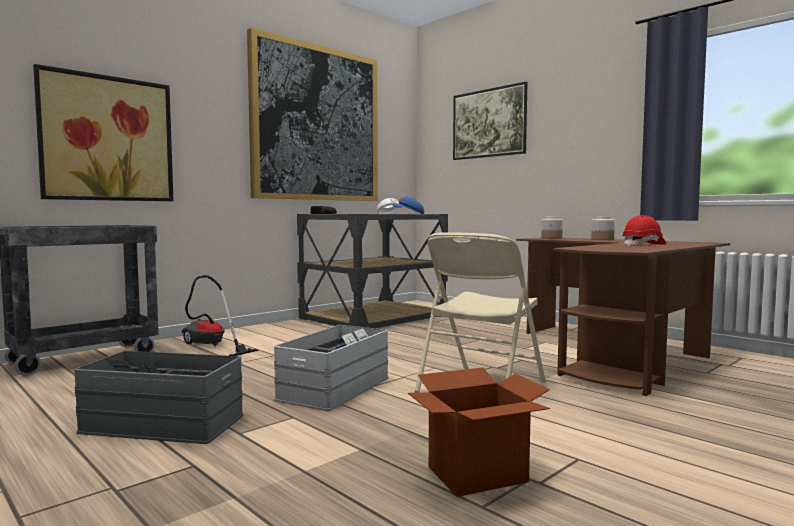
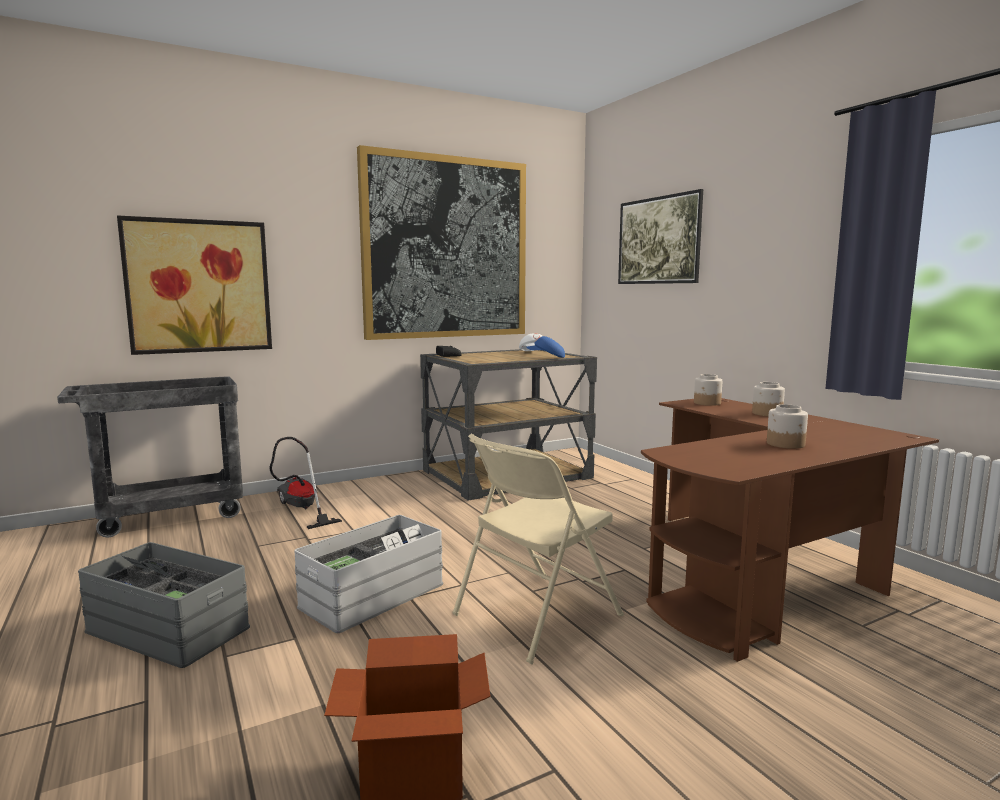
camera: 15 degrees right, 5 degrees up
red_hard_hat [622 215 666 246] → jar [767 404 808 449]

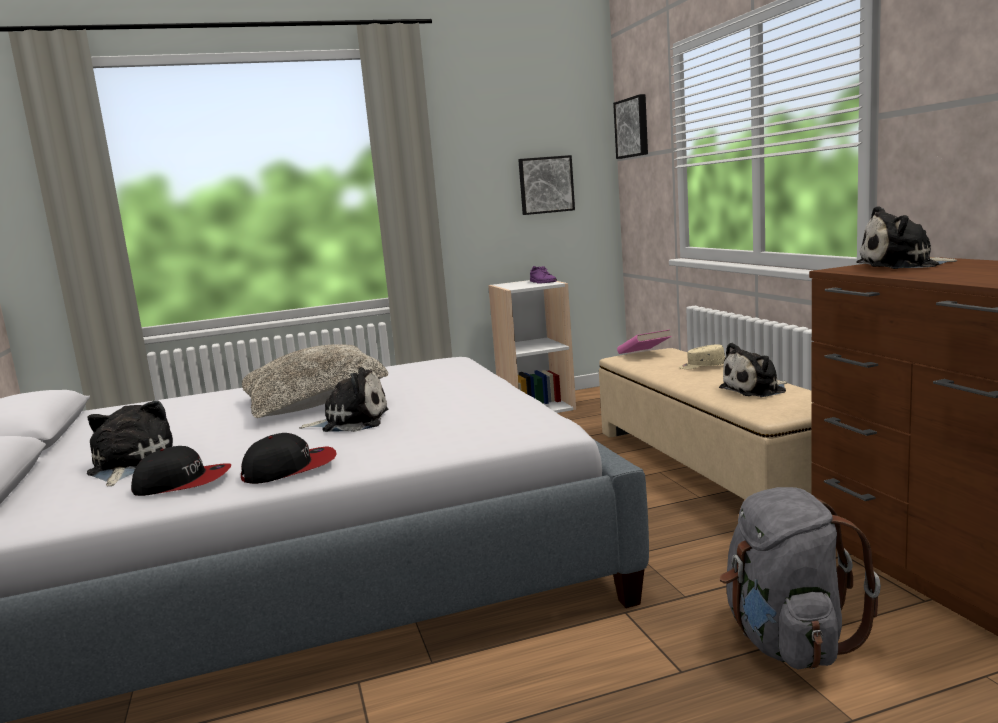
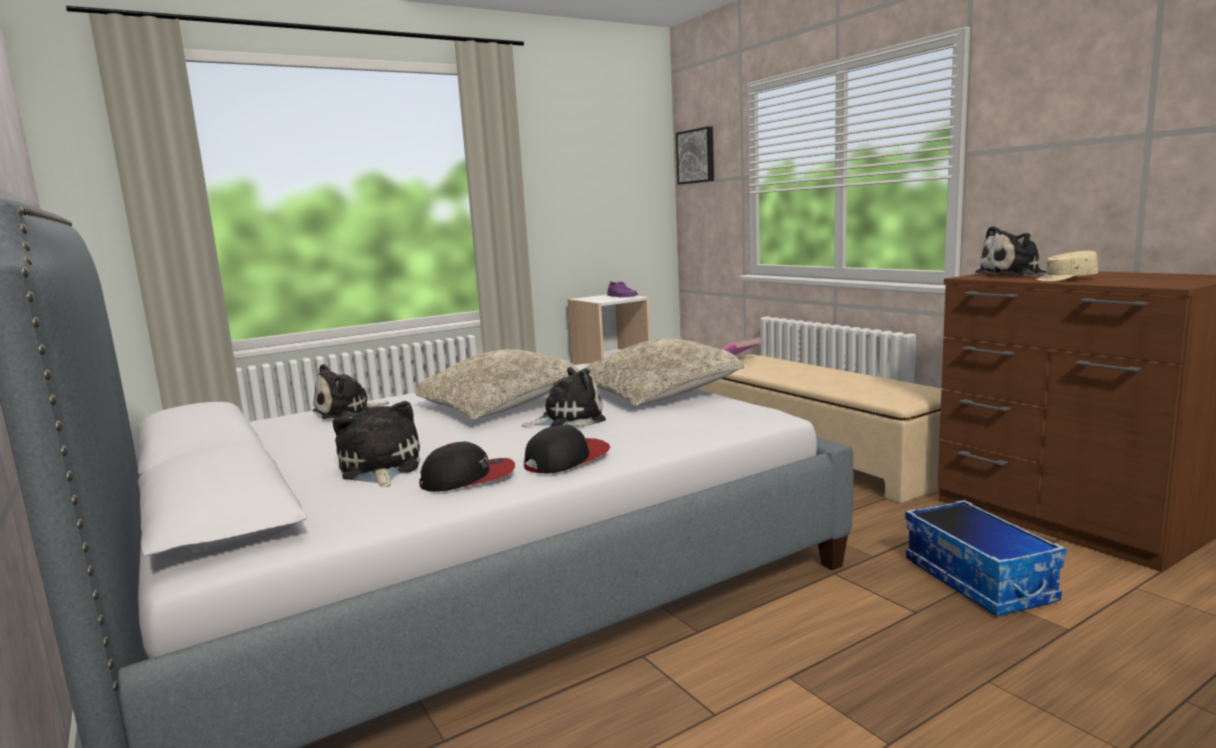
camera: 15 degrees left, 0 degrees up
picture [518 155 575 215] → -
- → beige_pillow [585 338 745 406]
beige_cap [679 344 725 369] → beige_cap [1036 251 1098 282], relocated
plush_toy [719 343 788 397] → plush_toy [312 364 389 419], relocated
grey_backpack [720 487 881 669] → storage_box [905 500 1066 616]

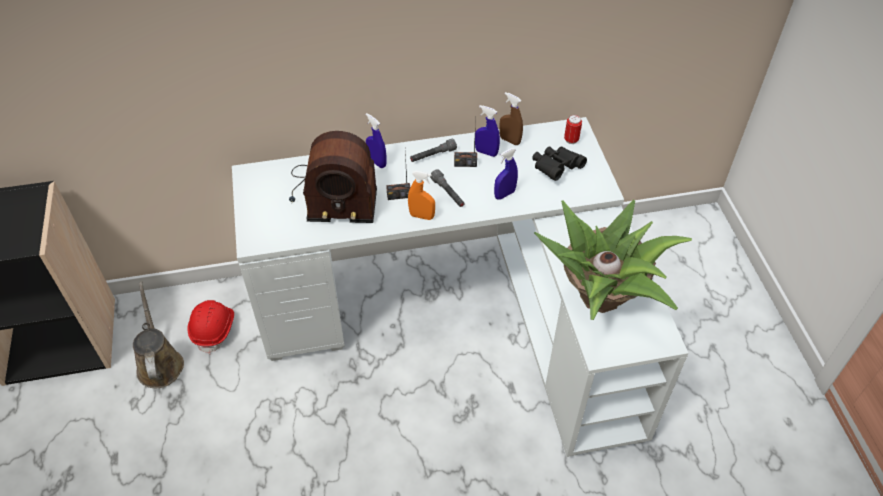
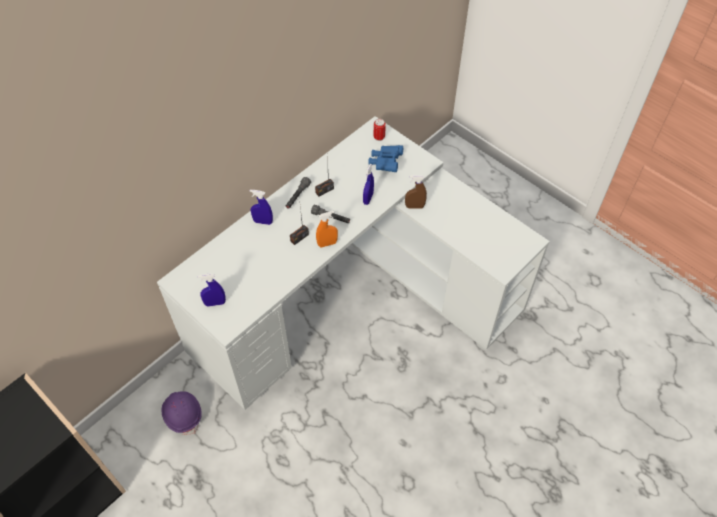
camera: 35 degrees left, 5 degrees up
brown_watering_can [133 282 184 388] → -
radio [289 131 377 223] → -
potted_plant [534 199 692 320] → -
blue_spray_bottle [475 105 500 157] → blue_spray_bottle [198 273 226 307], relocated
brown_spray_bottle [499 92 523 145] → brown_spray_bottle [405 175 427 208], relocated
red_hard_hat [187 300 234 354] → purple_hard_hat [161 391 202 435]
black_binoculars [532 146 587 181] → blue_binoculars [368 145 403 172]

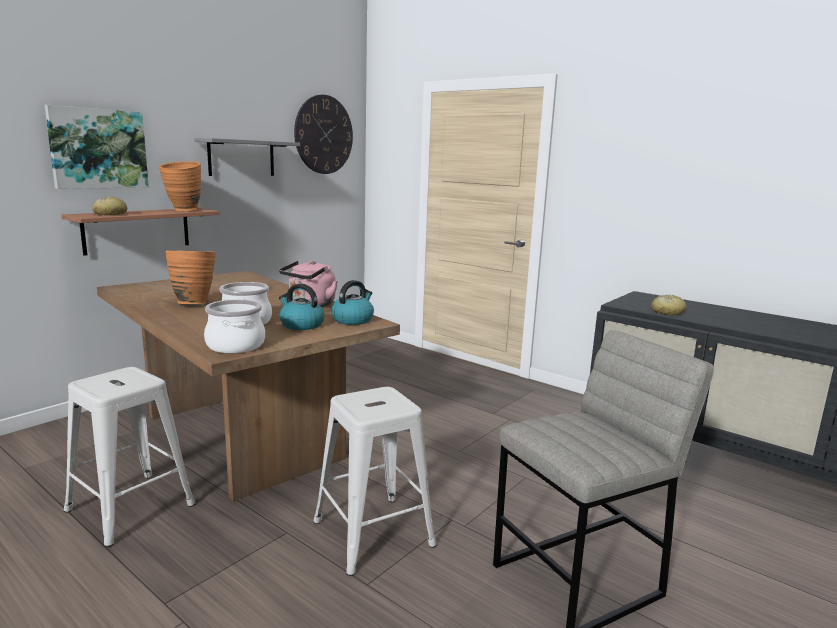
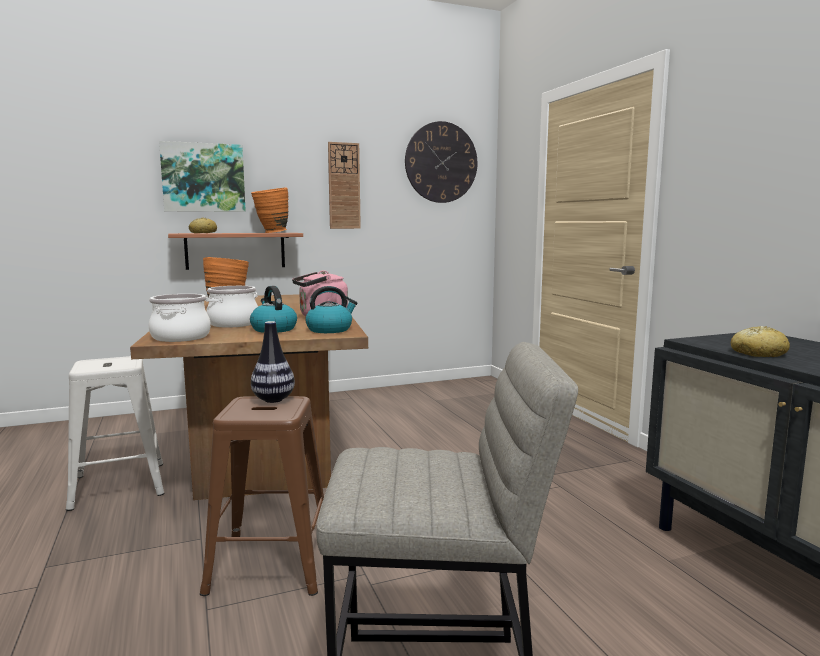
camera: 30 degrees right, 5 degrees down
- → vase [251 321 295 403]
grey_shelf [194 138 300 176] → wall_clock [328 142 361 229]
white_stool [313 387 437 576] → brown_stool [200 396 324 596]

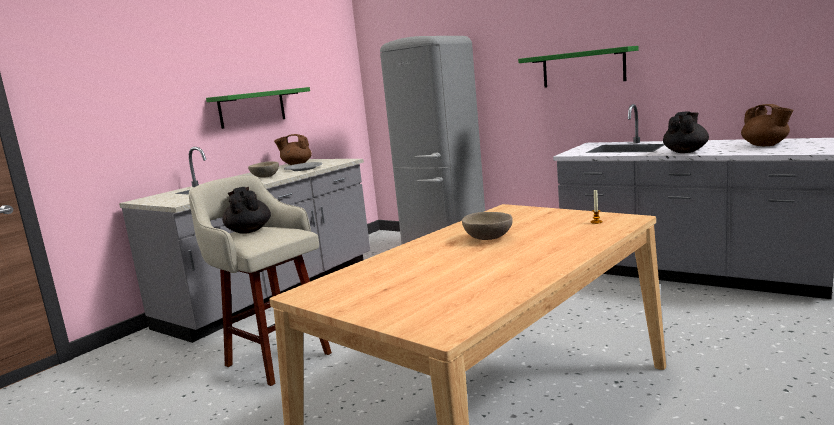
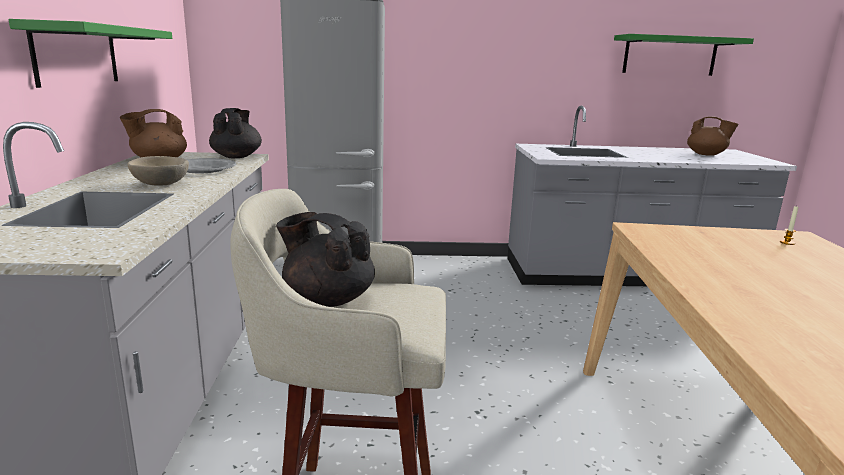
camera: 40 degrees left, 5 degrees up
beige_bowl [462 212 513 240] → -
green_shelf [518 46 639 88] → green_shelf [614 34 754 76], relocated
black_teapot [663 111 709 153] → black_teapot [209 108 262 158], relocated

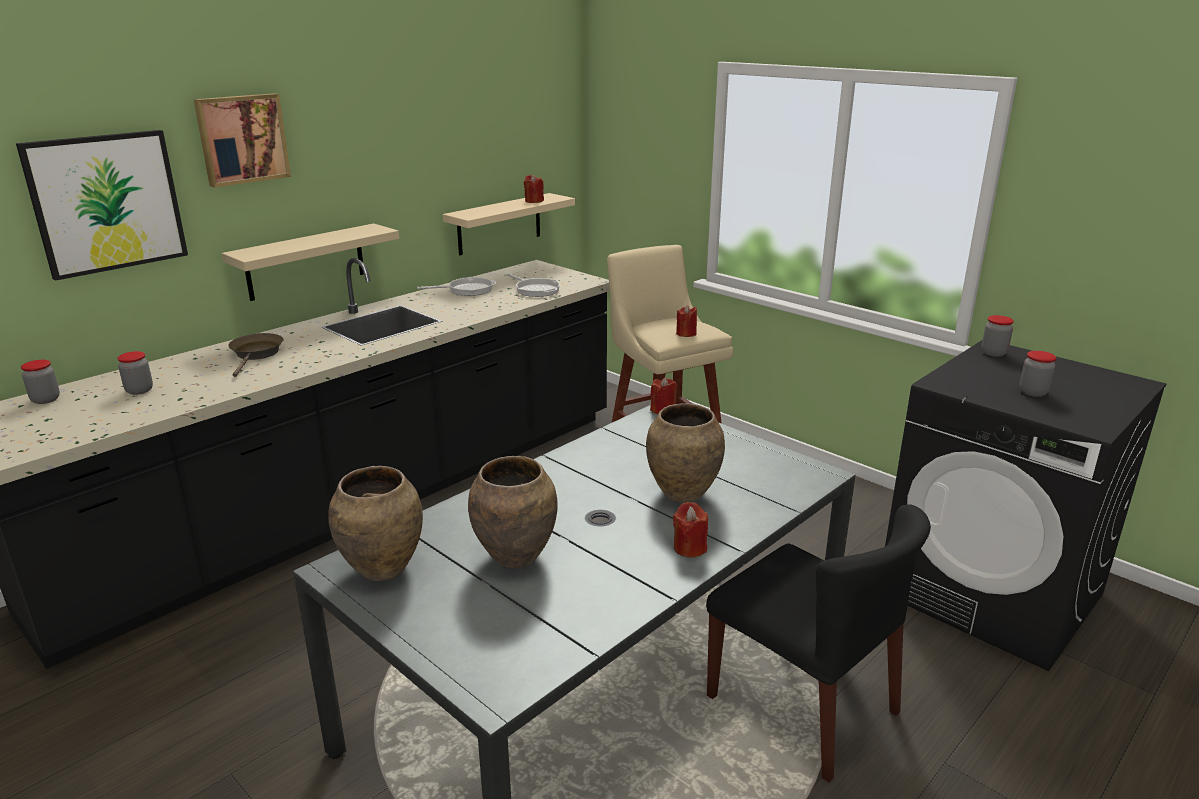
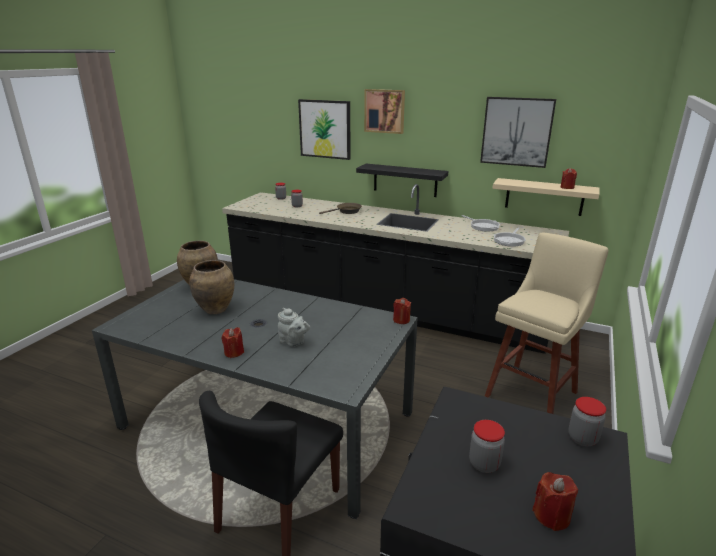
camera: 70 degrees right, 0 degrees up
- → picture [480 97 556 168]
red_candle [676 305 697 337] → red_candle [532 472 578 531], relocated
brown_vase [646 403 725 503] → grey_teapot [278 308 310 347]
beige_shelf [222 223 399 301] → black_shelf [356 164 448 197]

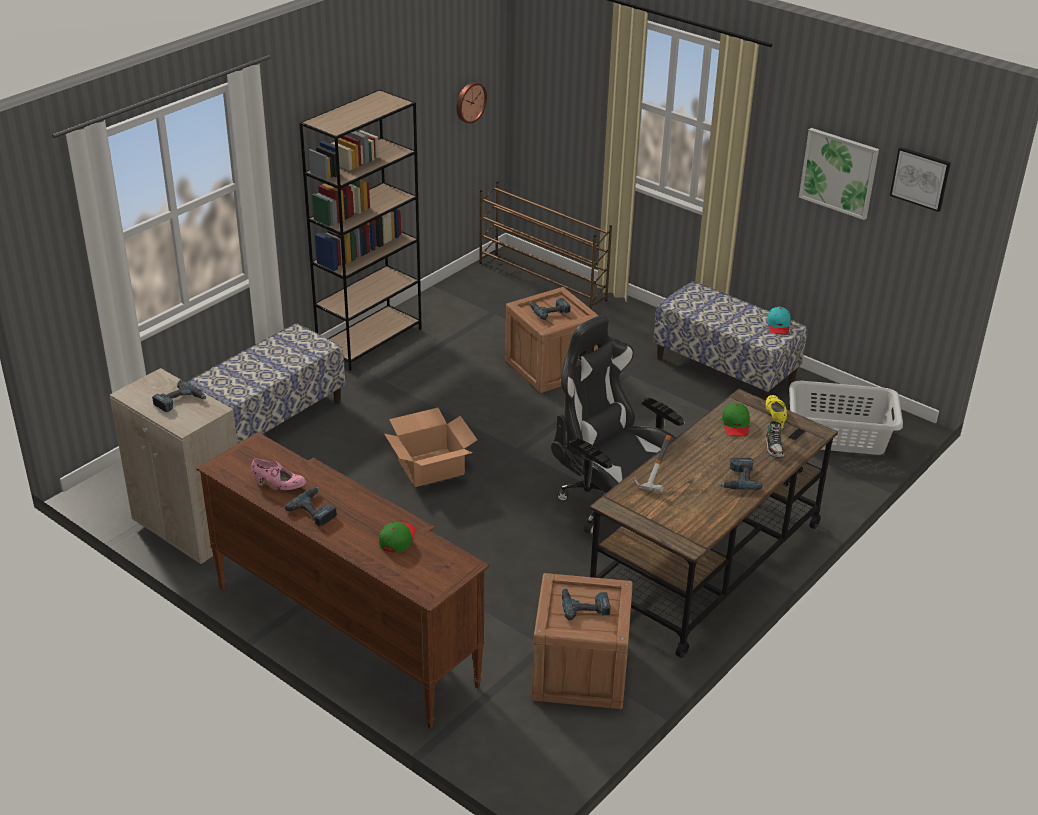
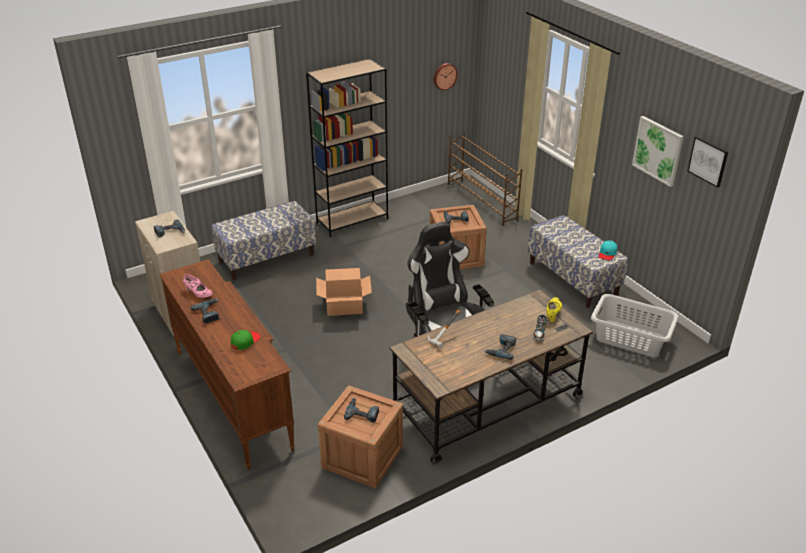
camera: 20 degrees right, 0 degrees up
green_cap [722 402 750 436] → -

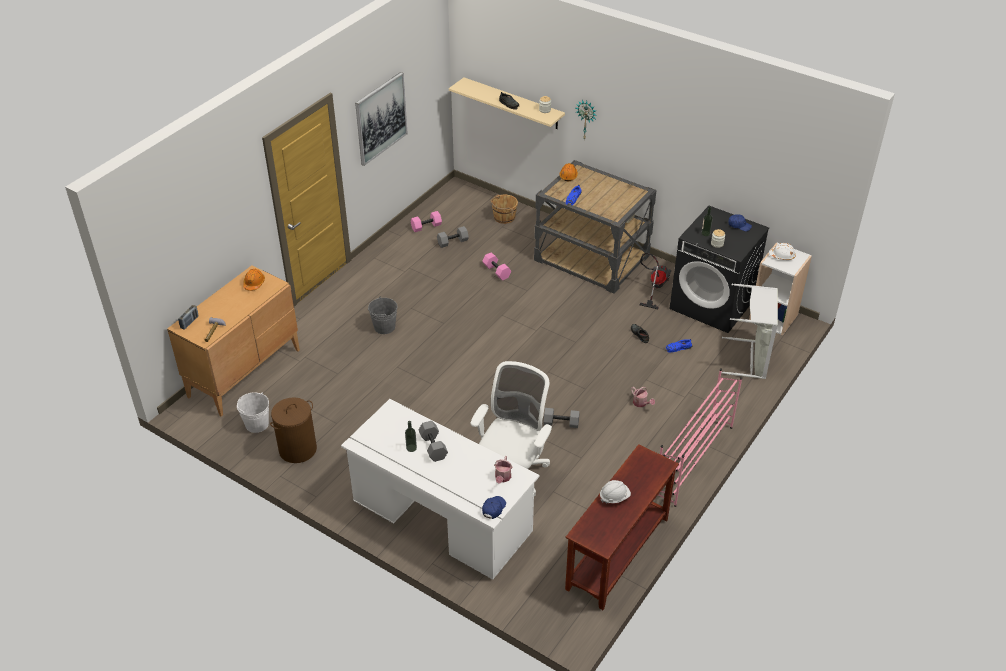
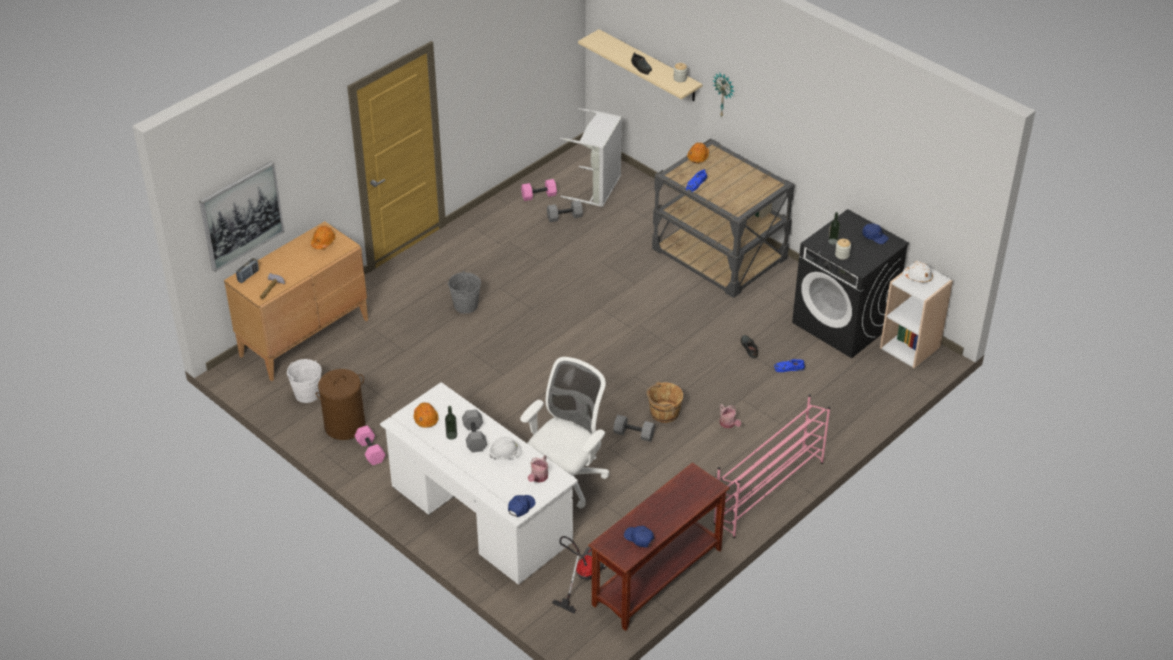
camera: 10 degrees right, 0 degrees up
- → orange_hard_hat [414 402 438 428]
- → blue_cap [624 526 654 548]
picture [355 72 408 166] → picture [199 161 284 272], relocated
pink_dumbbell [482 252 511 281] → pink_dumbbell [354 426 386 465], relocated
brown_bucket [490 194 518 224] → brown_bucket [646 381 683 423], relocated
white_hard_hat [600 480 631 503] → white_hard_hat [489 437 522 460], relocated
vacuum_cleaner [640 253 671 309] → vacuum_cleaner [552 536 607 613], relocated
grey_laundry_basket [721 284 778 379] → grey_laundry_basket [560 108 622 207], relocated

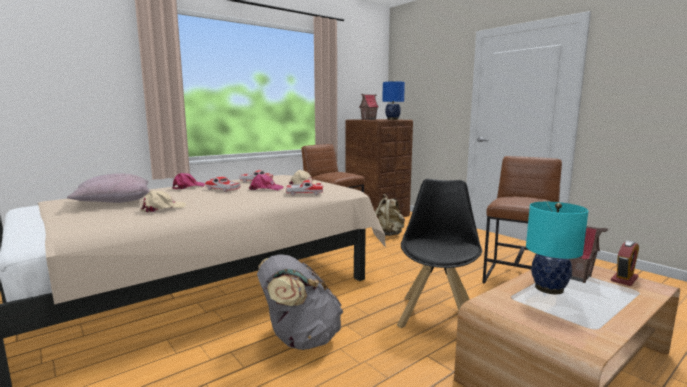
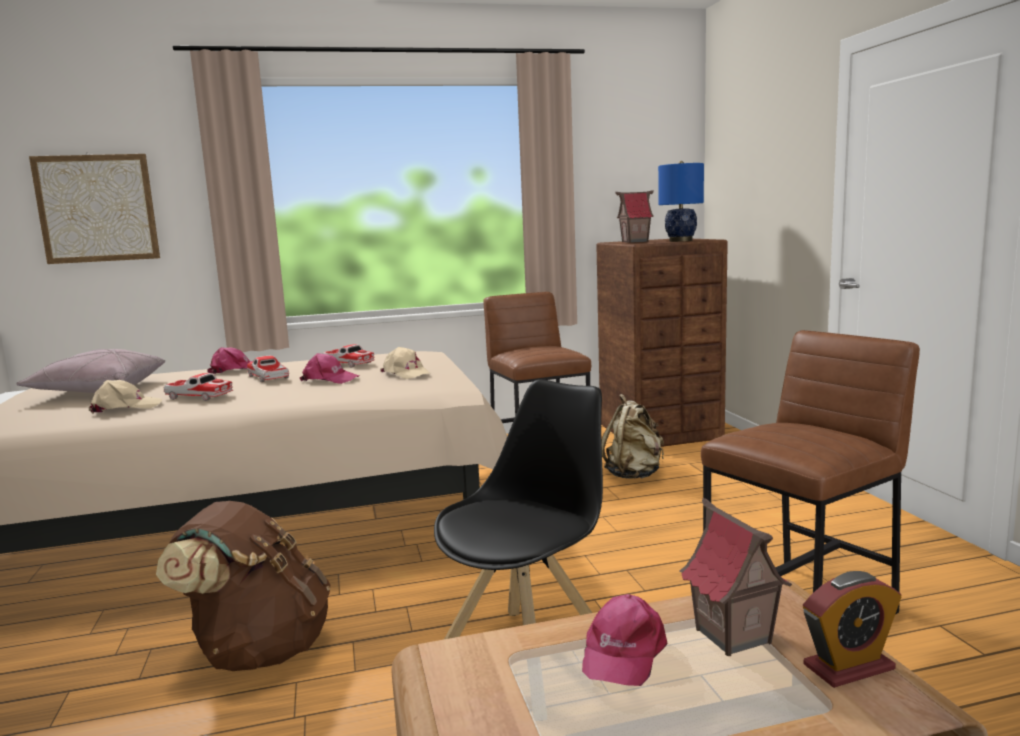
camera: 25 degrees right, 0 degrees up
- → picture [29 152 160 264]
toy_car [286 180 323 196] → toy_car [164 373 233 401], relocated
turquoise_table_lamp [526 202 588 294] → pink_cap [582 594 668 686]
grey_backpack [257 254 343 350] → brown_backpack [156 501 331 671]

